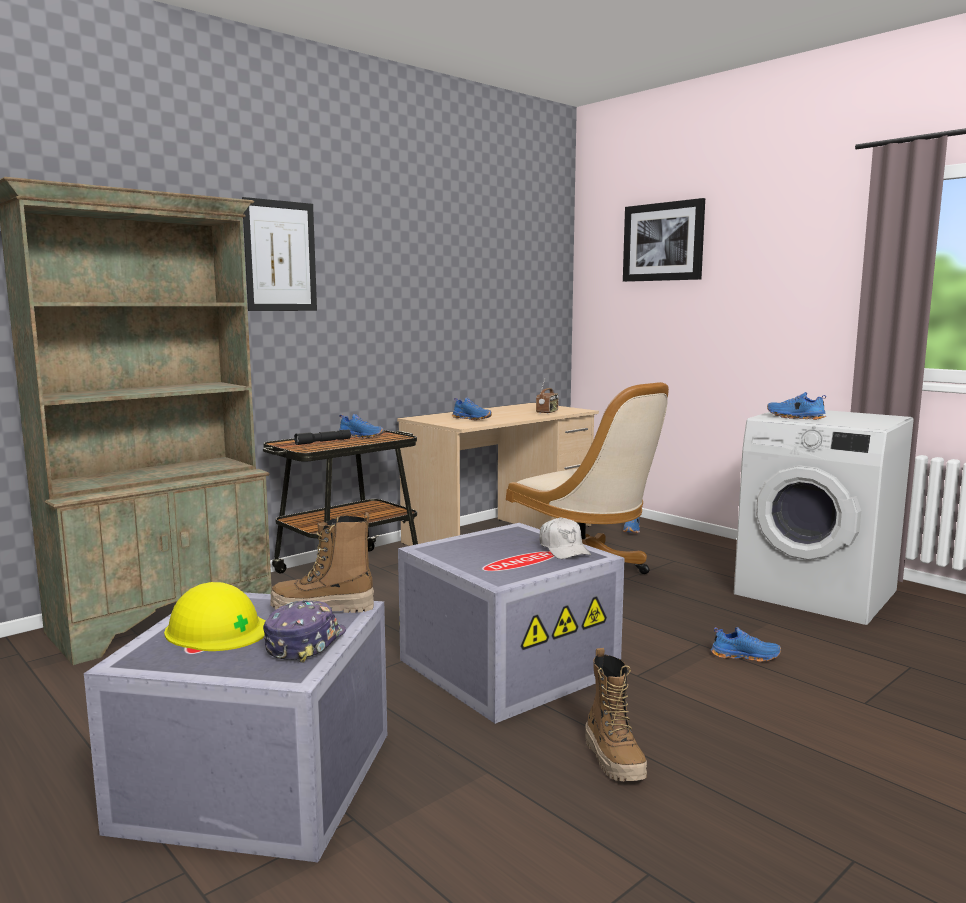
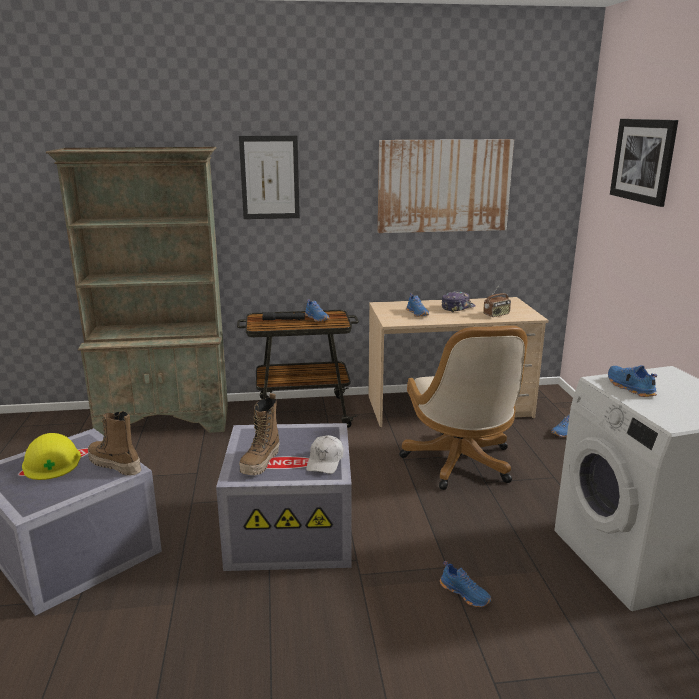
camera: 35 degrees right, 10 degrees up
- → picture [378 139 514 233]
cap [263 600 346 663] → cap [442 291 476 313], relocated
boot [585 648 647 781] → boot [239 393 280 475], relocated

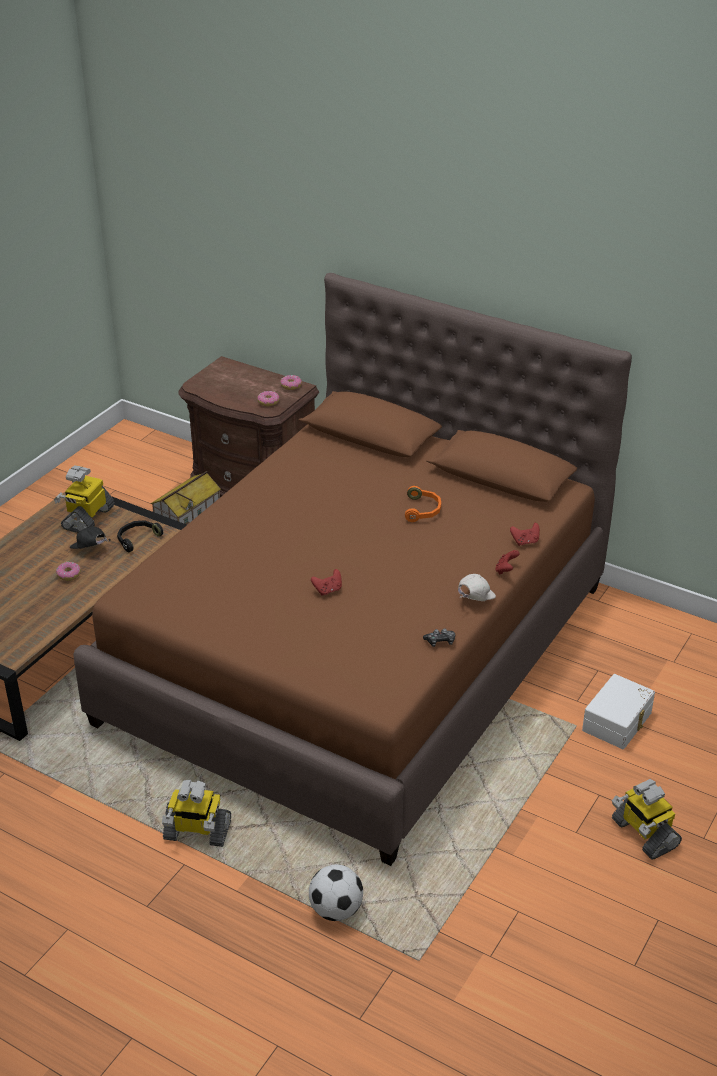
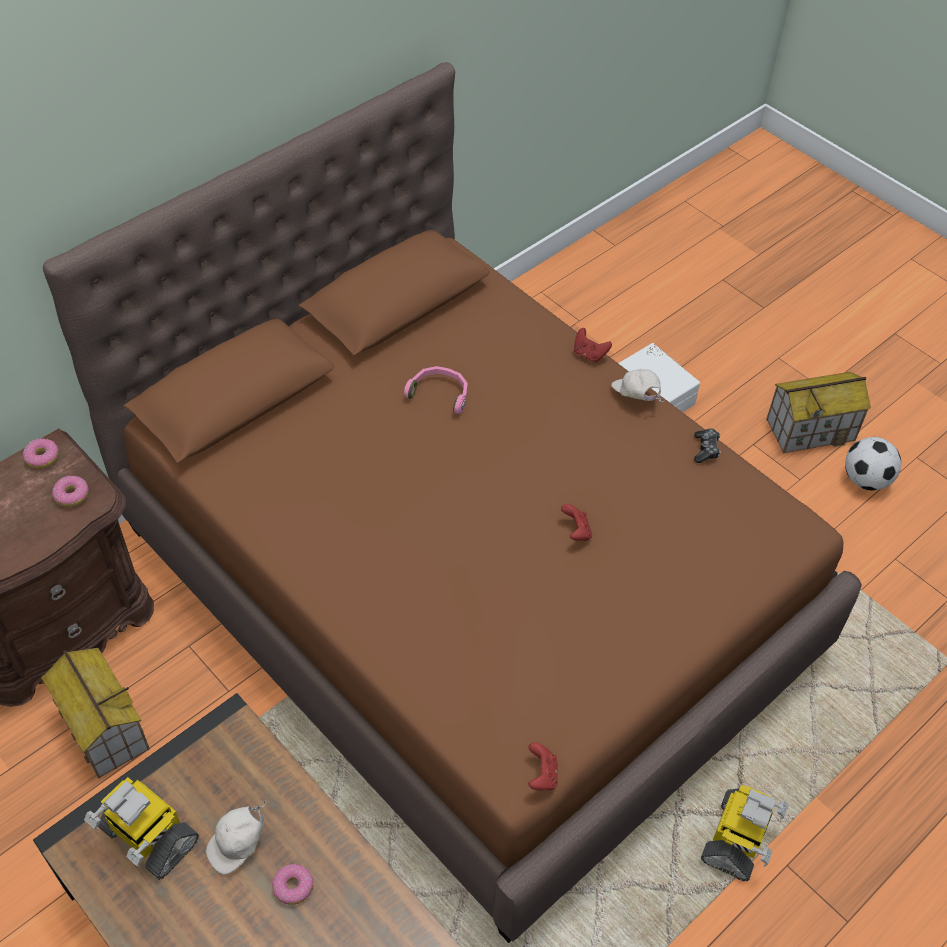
camera: 75 degrees left, 15 degrees up
black_headphones [117 520 163 552] → -
football [309 864 363 921] → football [845 437 901 491], relocated
red_game_controller [510 523 540 546] → red_game_controller [528 742 558 790], relocated
toy_robot [612 779 682 860] → toy_house [766 372 871 453]
black_cap [70 526 110 549] → white_cap [206 800 266 875]
orange_headphones [405 486 441 522] → pink_headphones [404 366 468 414]

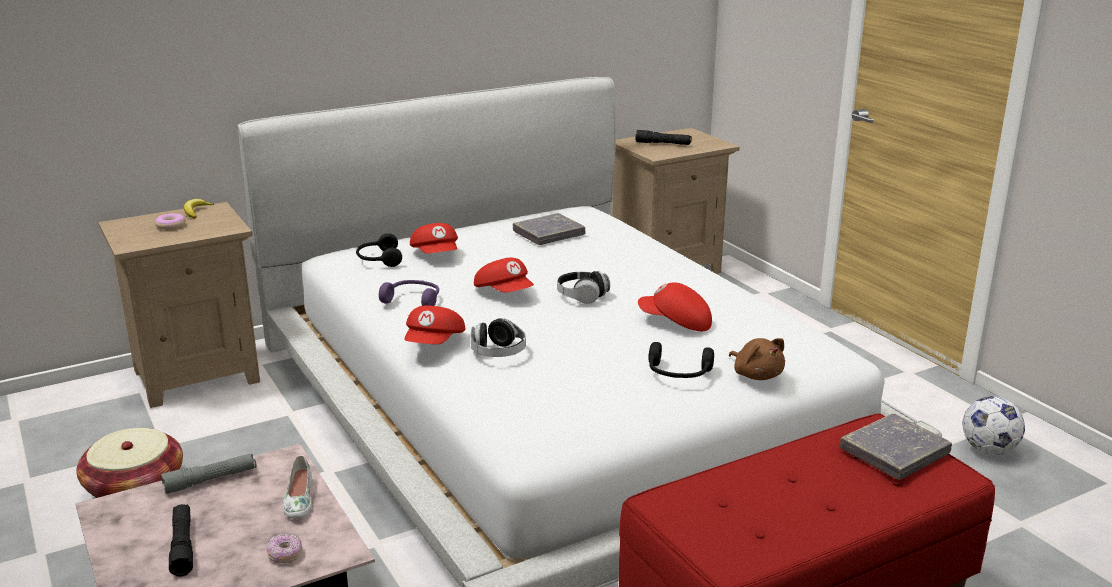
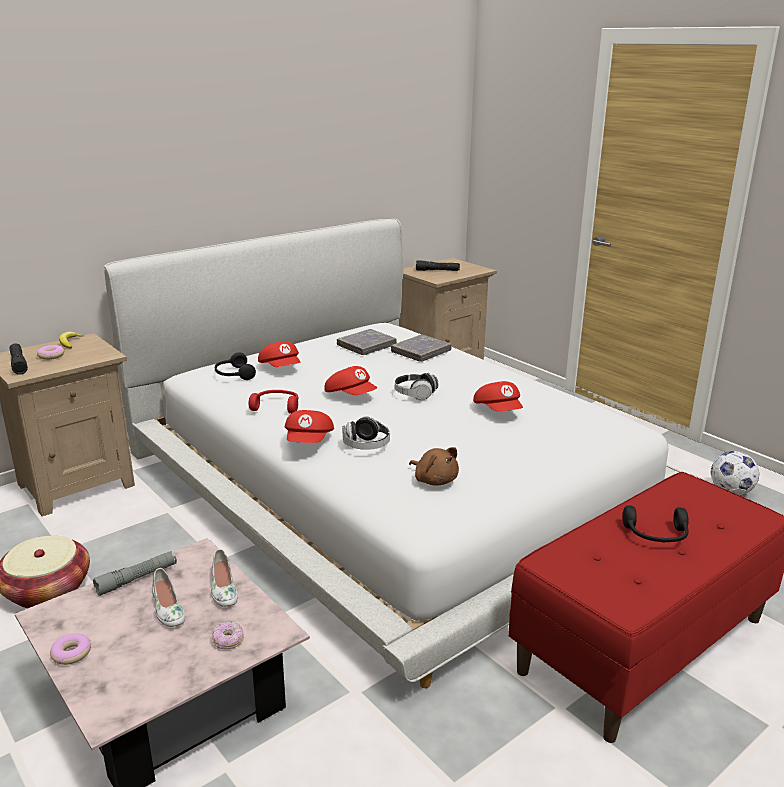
camera: 10 degrees left, 0 degrees up
- → donut [50 633 91 665]
- → white_shoe [152 568 185 627]
black_flashlight [169 504 193 577] → black_flashlight [10 343 28 375], relocated
black_headphones [648 342 714 378] → black_headphones [623 505 689 543], relocated
brown_plush_toy [729 338 785 380] → brown_plush_toy [409 447 459 486], relocated
grey_book [840 413 952 480] → grey_book [391 334 451 362], relocated
purple_headphones [379 280 439 306] → red_headphones [249 390 298 414]
red_cap [638 282 712 331] → red_cap [473 381 523 411], 120 degrees counterclockwise

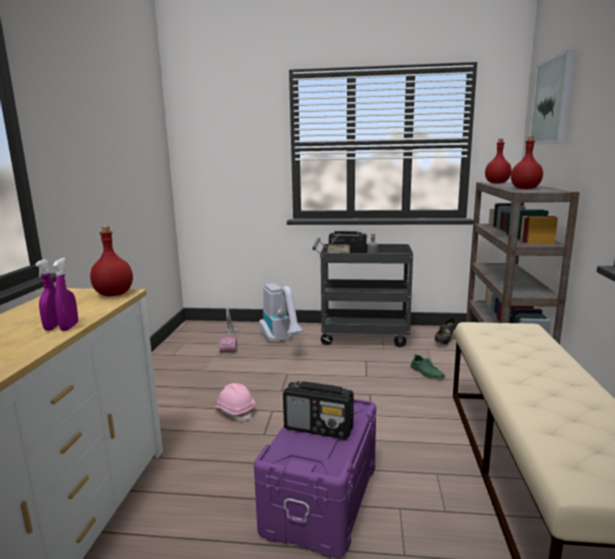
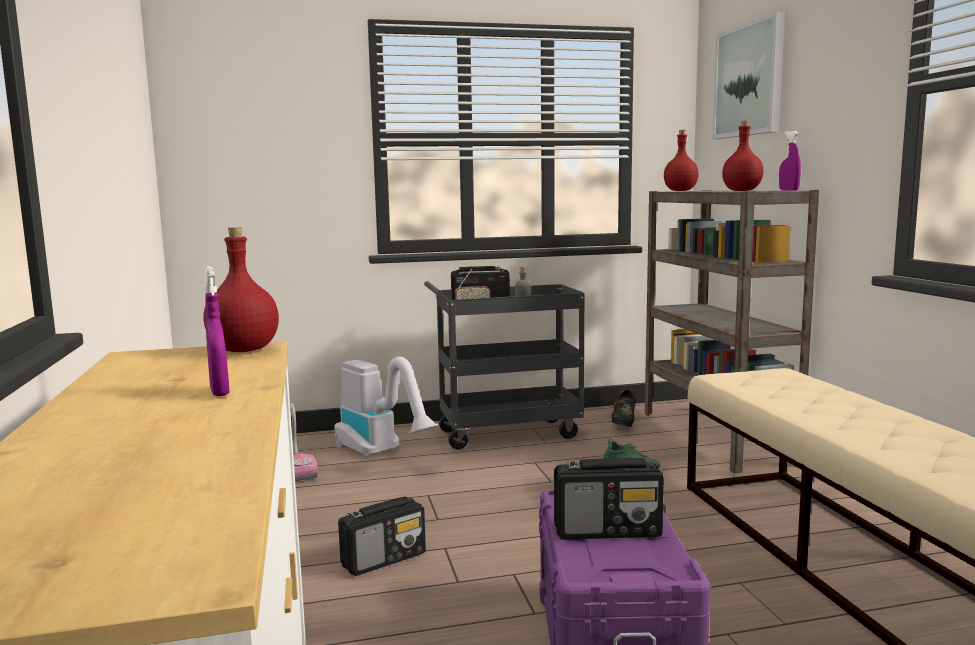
camera: 20 degrees left, 5 degrees down
purple_spray_bottle [53 258 78 331] → purple_spray_bottle [779 131 801 191], relocated
pink_hard_hat [215 383 255 421] → radio [338 497 426 576]

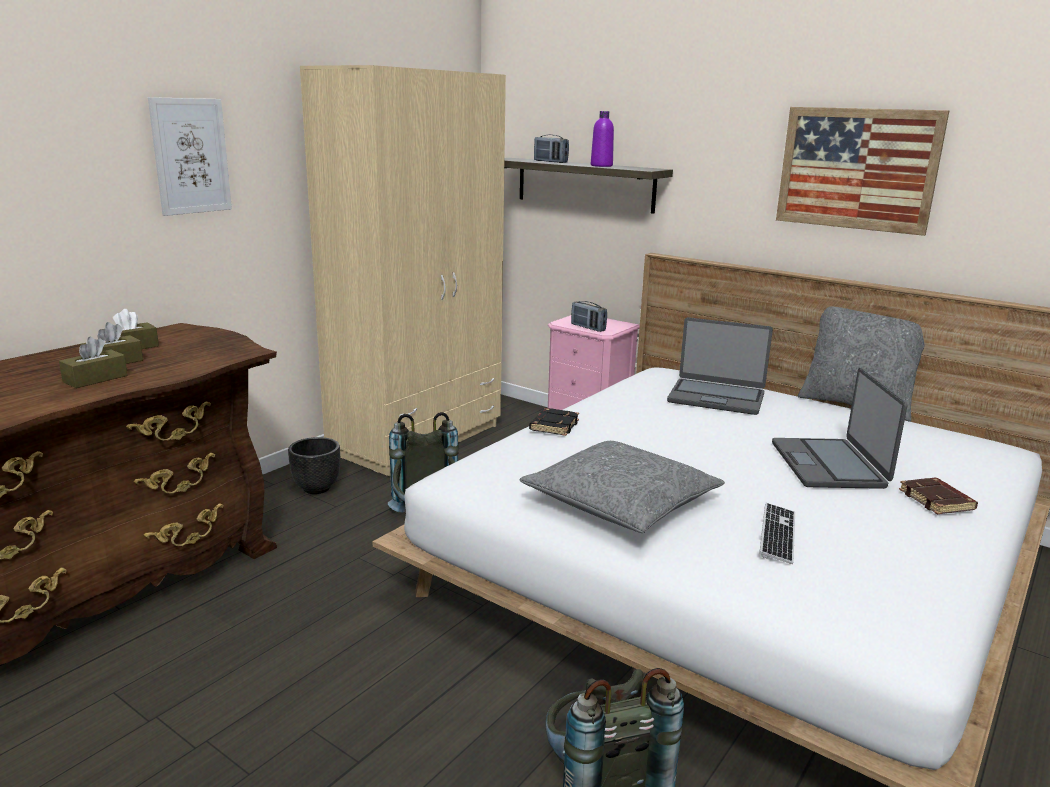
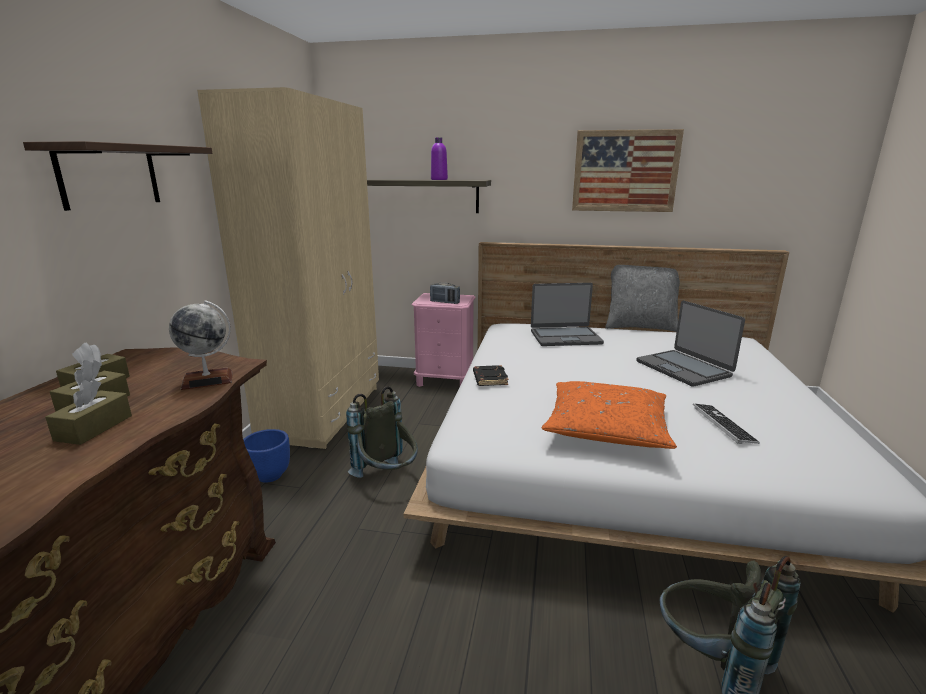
camera: 25 degrees left, 0 degrees up
radio [534 135 569 163] → -
brown_book [899 478 978 514] → -
- → globe [169 300 232 390]
picture [148 97 232 216] → shelf [23 141 212 211]
black_planter [288 437 340 494] → blue_planter [243 429 290 483]
grey_pillow [520 441 725 533] → orange_pillow [542 381 677 449]

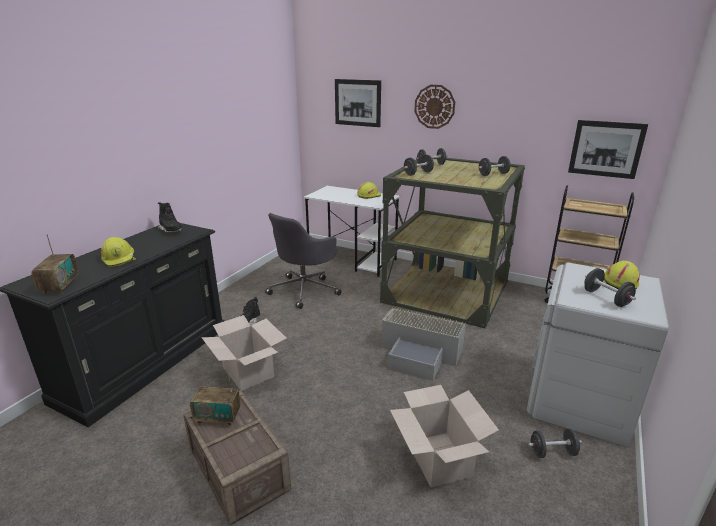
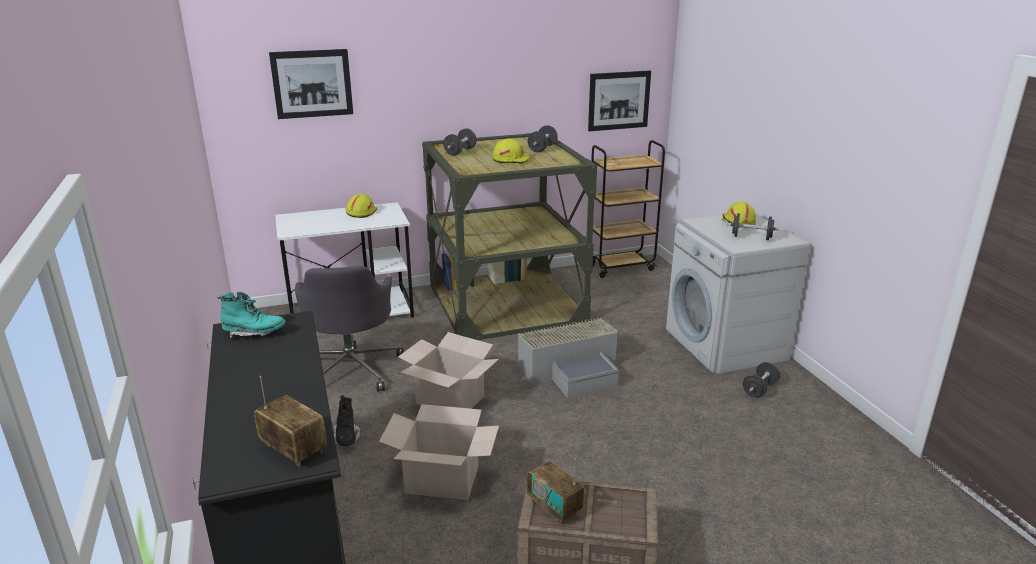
camera: 45 degrees left, 0 degrees up
black_dumbbell [404 155 434 176] → -
wall_clock [414 85 455 129] → -
yellow_hard_hat [101 237 136 267] → yellow_hard_hat [492 139 530 164], relocated
cardboard_box [390 385 499 487] → cardboard_box [398 332 499 409], relocated
black_boot [158 202 182 233] → turquoise_boot [217 292 286 338]
radio [190 371 241 426] → radio [527 458 585 524], 90 degrees clockwise

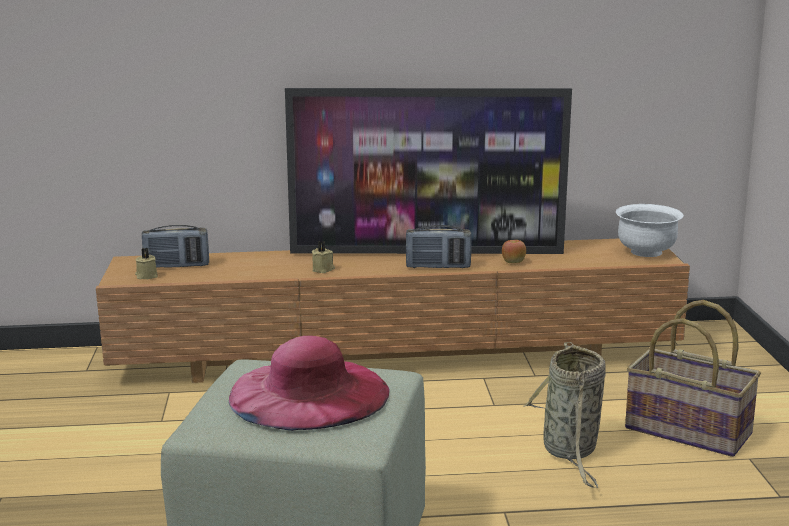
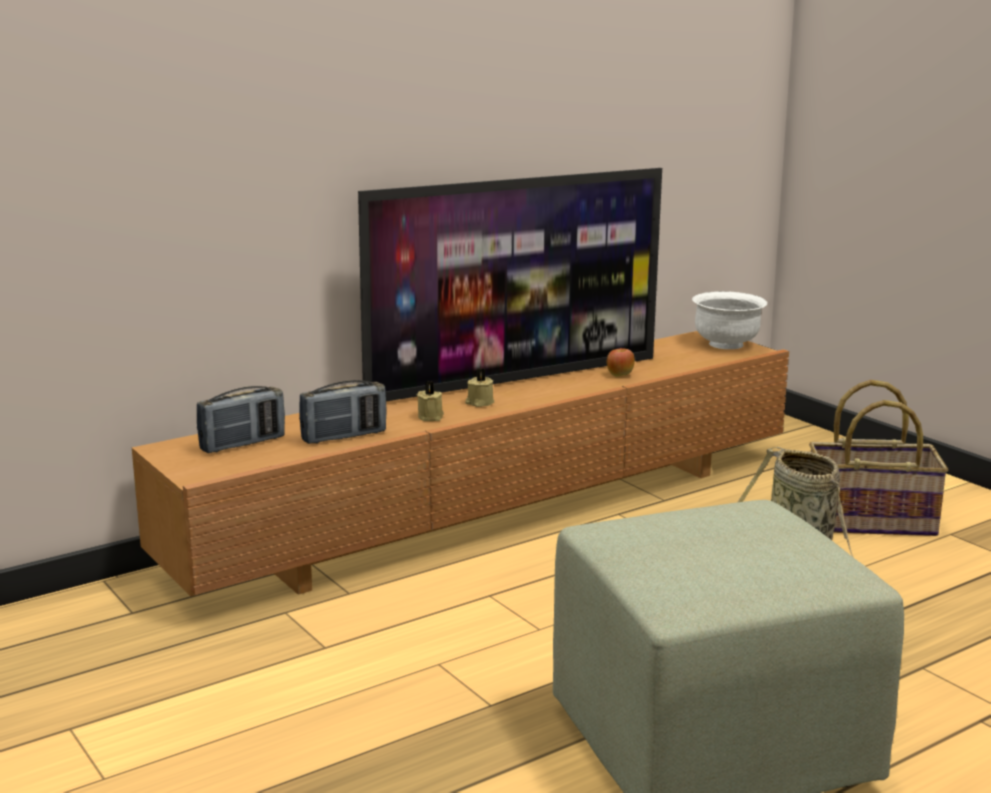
camera: 30 degrees left, 0 degrees up
pink_hat [229 336 390 431] → -
beige_candle [135 248 158 279] → beige_candle [465 368 494 407], relocated
radio [406 225 472 268] → radio [299 380 386 444], relocated

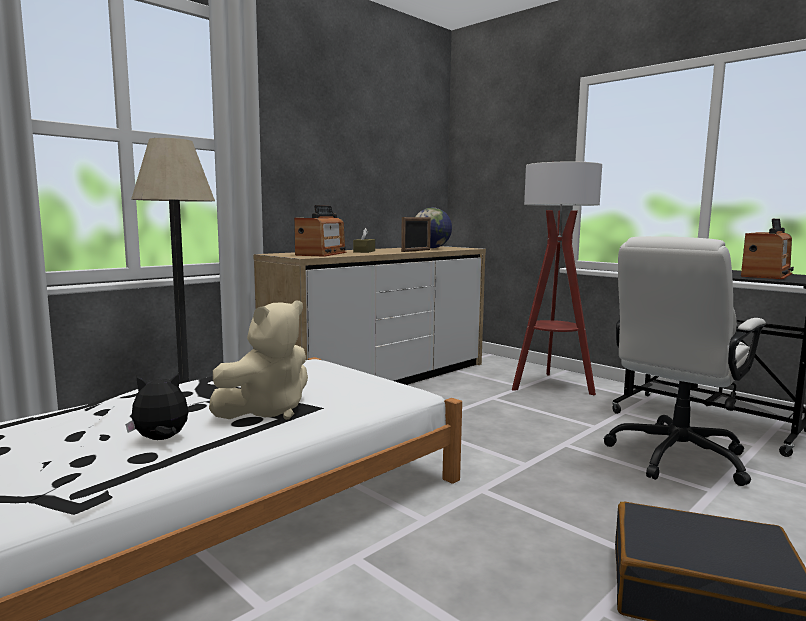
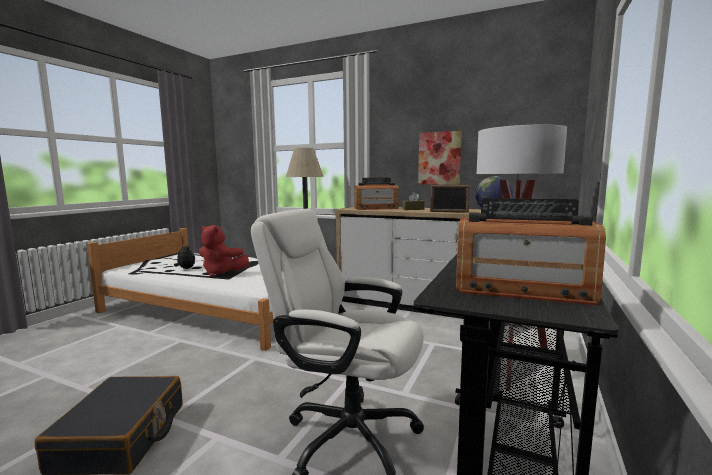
camera: 70 degrees right, 0 degrees up
- → picture [418 131 462 185]
beige_plush_toy [209 301 308 420] → red_plush_toy [199 225 249 277]

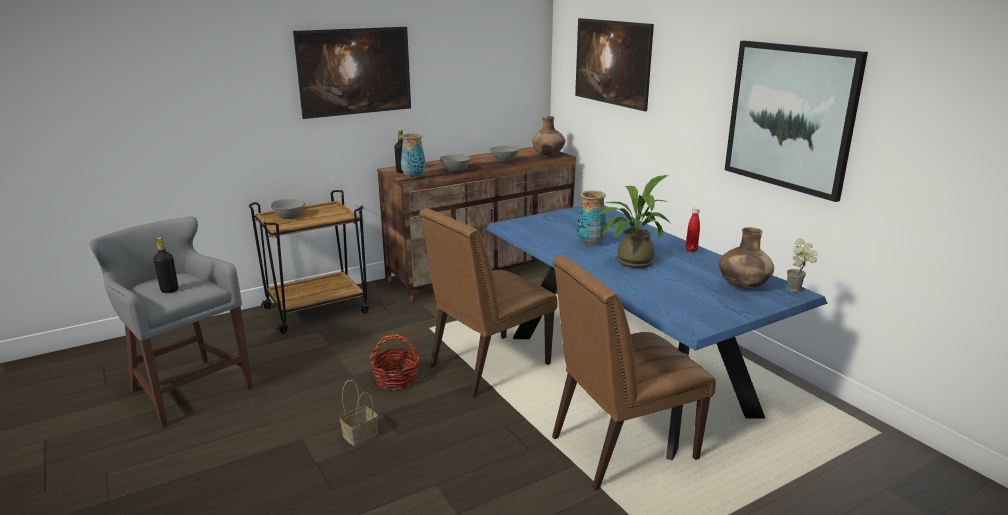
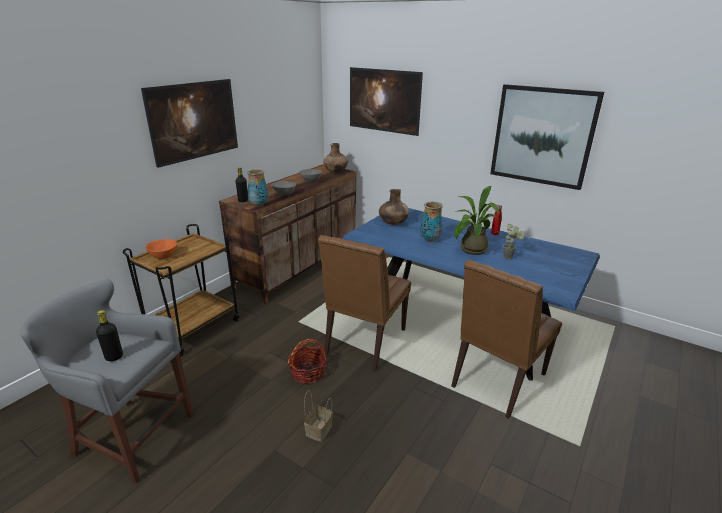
camera: 25 degrees left, 5 degrees up
brown_vase [719 228 774 289] → brown_vase [379 189 409 225], relocated
potted_plant [787 238 818 292] → potted_plant [503 224 525 260], relocated
grey_bowl [271 199 305 219] → orange_bowl [146 239 177 259]

